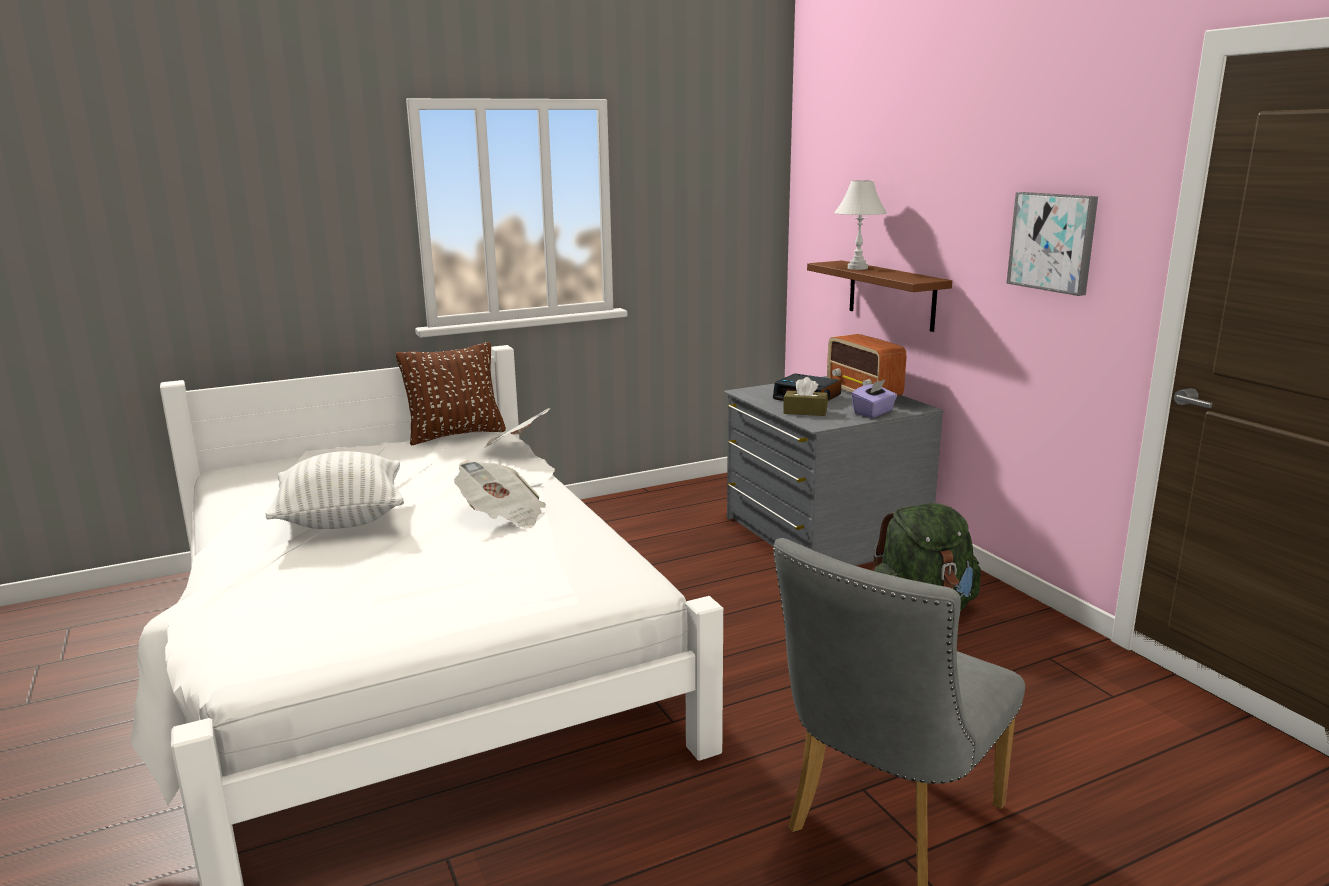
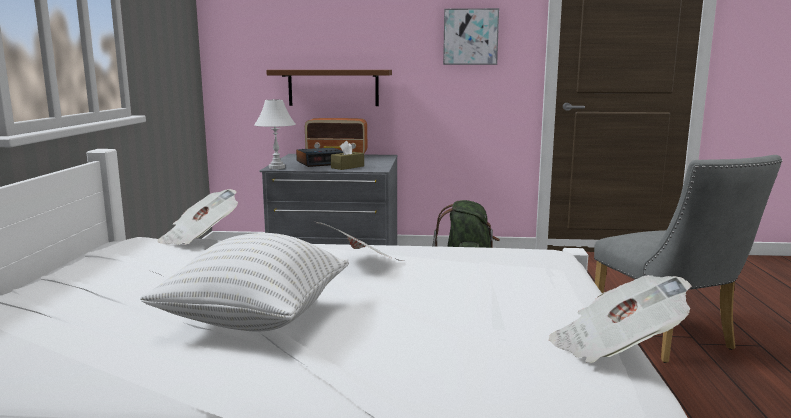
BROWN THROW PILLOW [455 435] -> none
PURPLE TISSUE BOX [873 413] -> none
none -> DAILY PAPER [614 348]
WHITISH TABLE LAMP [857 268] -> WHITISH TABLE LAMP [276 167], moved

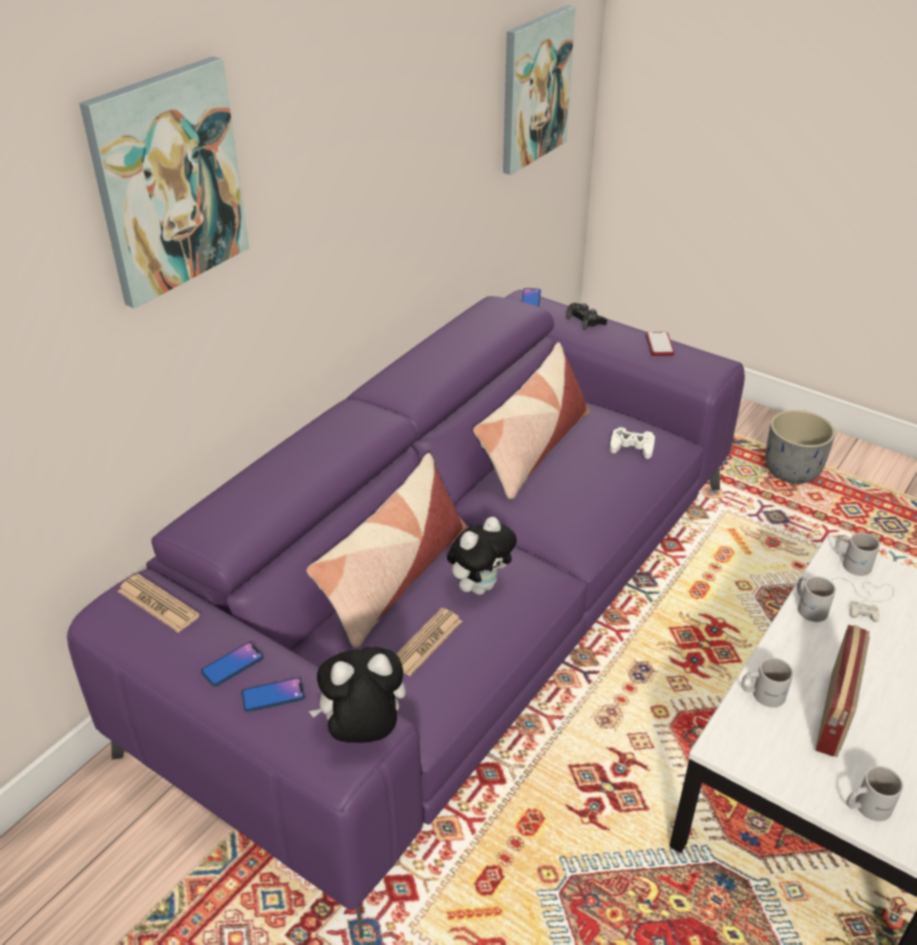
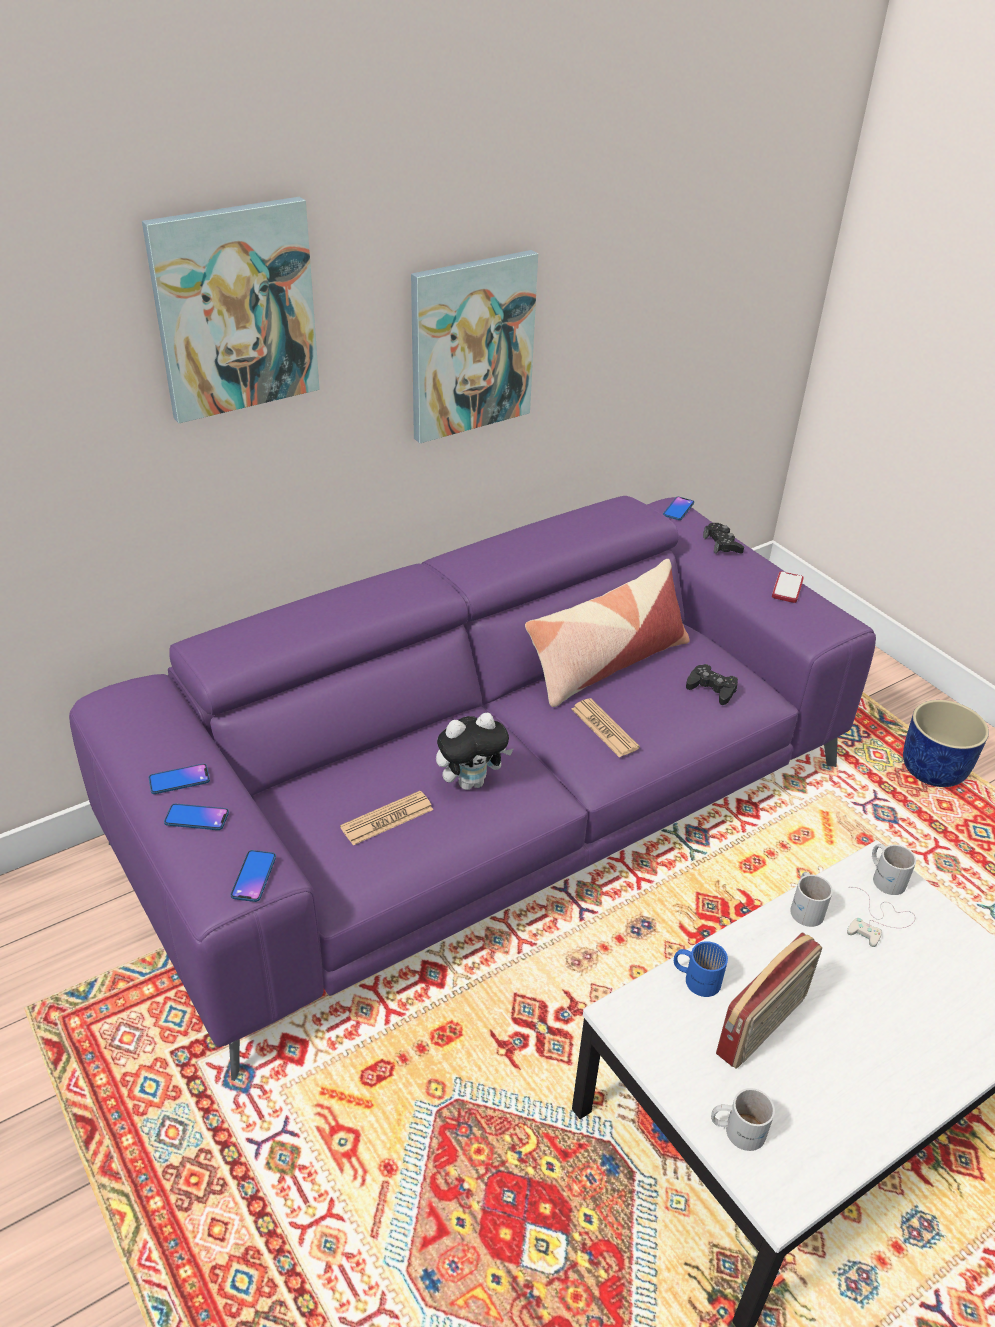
THROW PILLOW [394 579] -> none
DAILY PAPER [158 604] -> DAILY PAPER [604 728], moved
WALL PICTURE [534 89] -> WALL PICTURE [471 346], moved
SOFT TOY [363 732] -> HANDSET [254 876]
WHITISH GAME CONTROLLER [632 447] -> BLACK-COLOURED GAME CONTROLLER [711 689]
WHITISH COFFEE MUG [762 693] -> BLUE-COLOURED COFFEE MUG [696 977]
GRAY PLANTER [792 471] -> BLUE-COLOURED PLANTER [934 770]

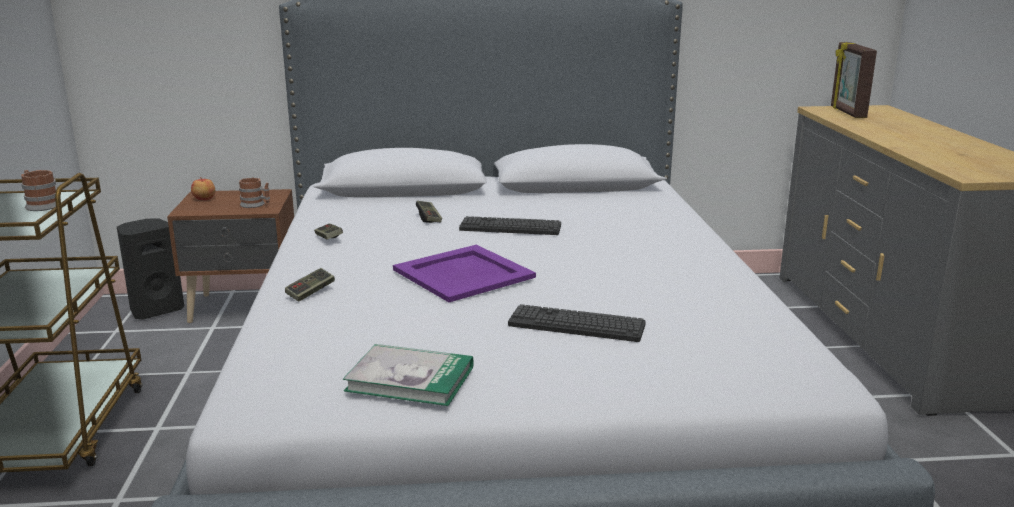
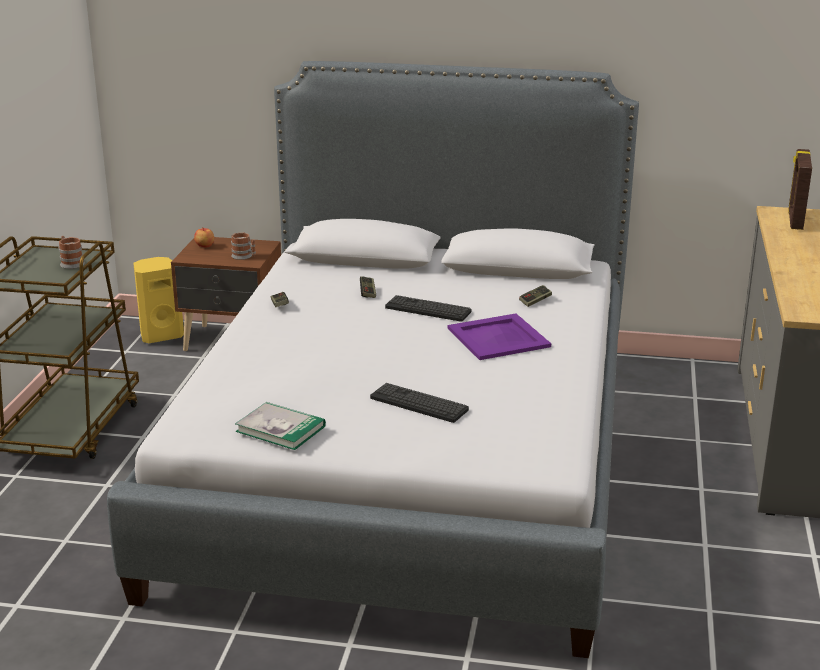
GAME CONTROLLER [310 292] -> GAME CONTROLLER [535 301], moved
PURPLE SERVING TRAY [465 273] -> PURPLE SERVING TRAY [499 338], moved
BLACK-COLOURED SPEAKER [155 310] -> YELLOW SPEAKER [160 335]

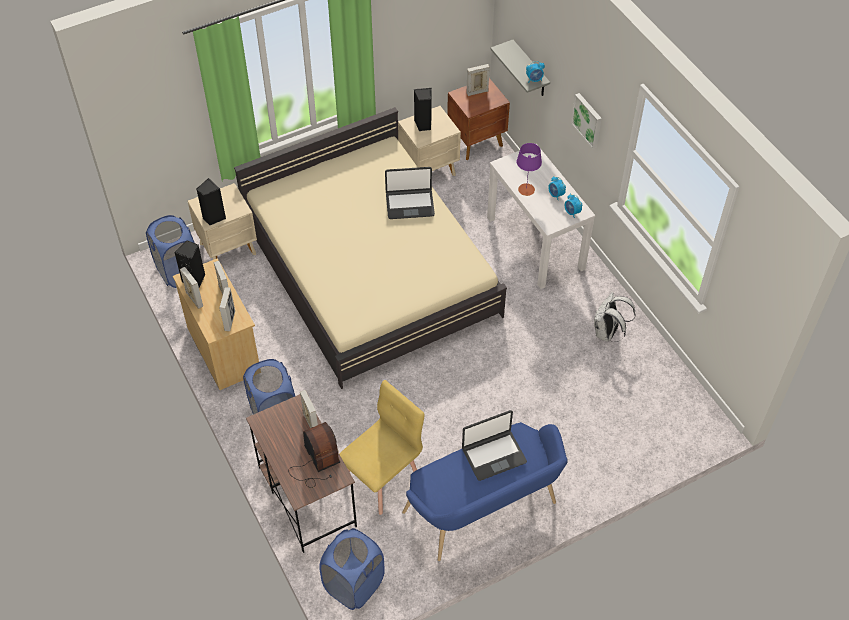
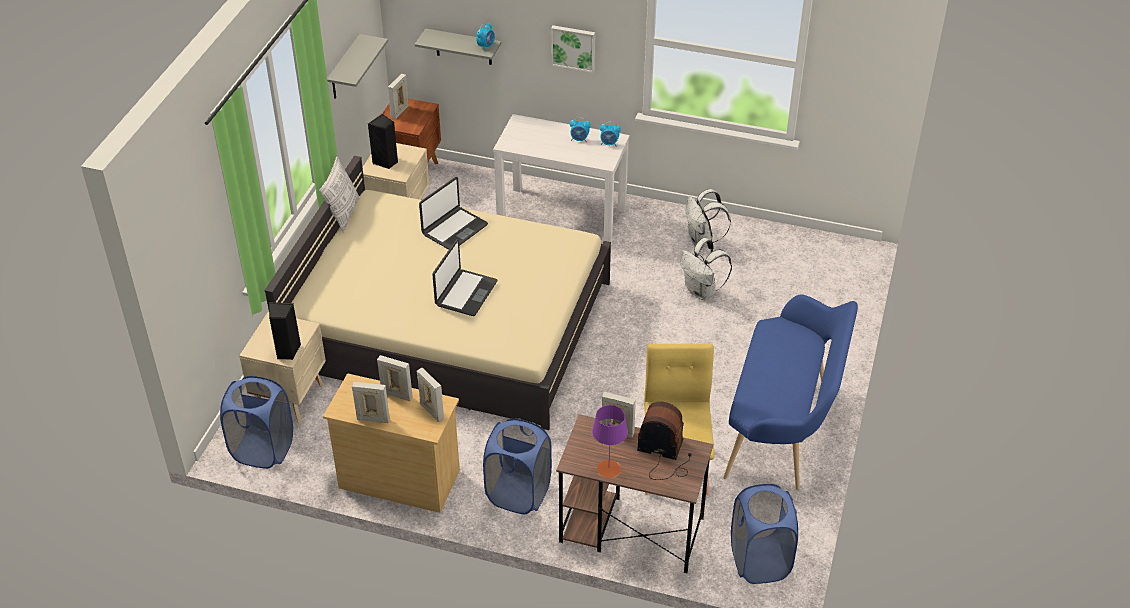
BLACK-COLOURED SPEAKER [195 279] -> none
none -> THROW PILLOW [343 214]
none -> GRAY BRACKET SHELF [344 69]
none -> WHITISH BACKPACK [702 291]
LAPTOP [493 455] -> LAPTOP [465 293], moved
PURPLE TABLE LAMP [526 189] -> PURPLE TABLE LAMP [608 469], moved

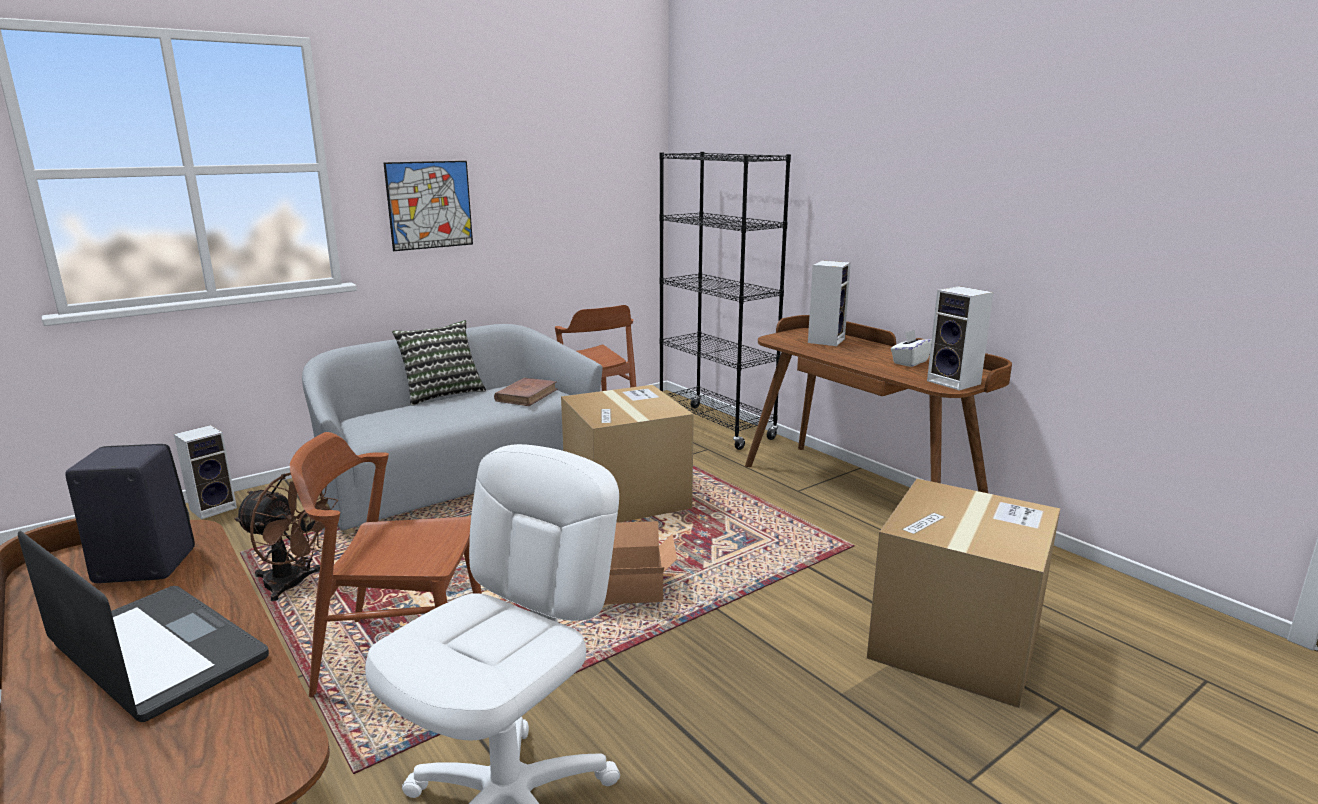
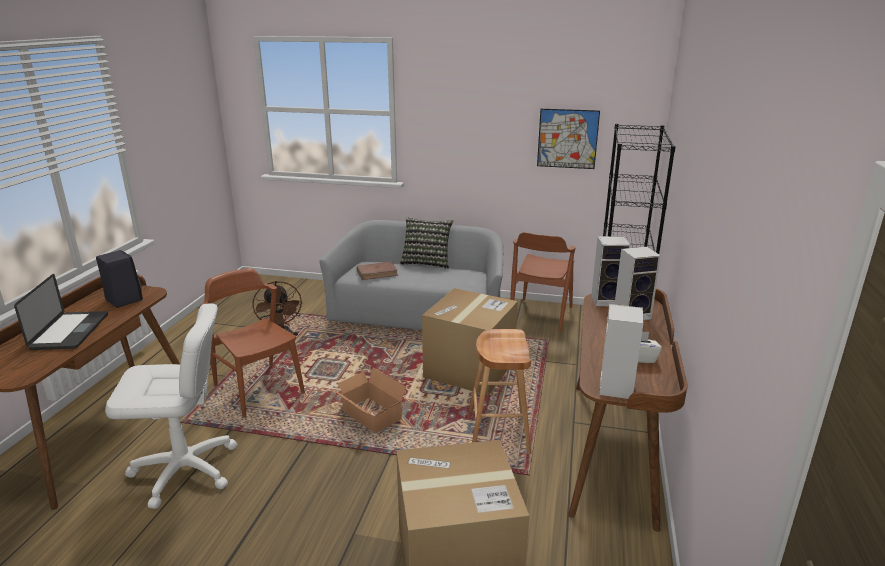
none -> BROWN SITTING STOOL [498 432]
SPEAKER [214 508] -> SPEAKER [607 300], moved
WALL PICTURE [429 205] -> WALL PICTURE [567 138], moved
BROWN BOOK [526 395] -> BROWN BOOK [377 273], moved

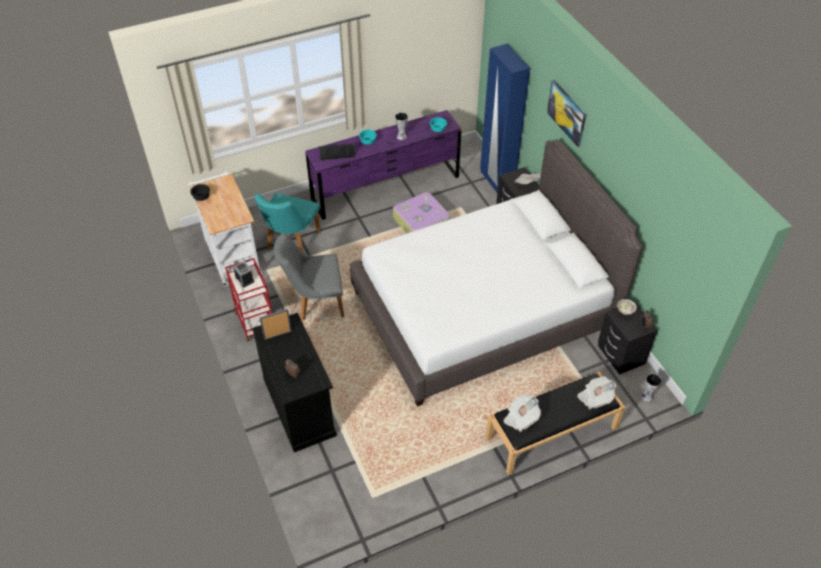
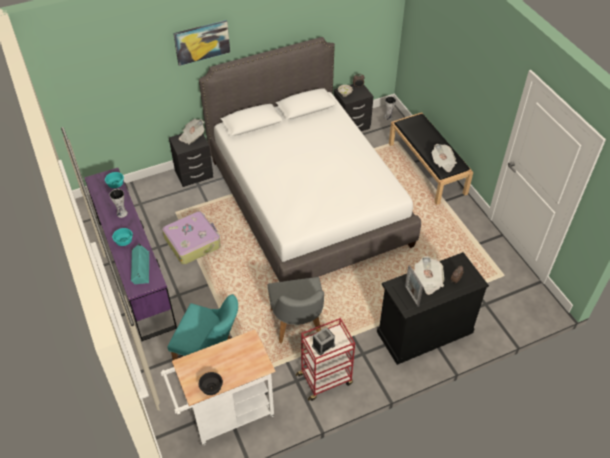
BLUE-COLOURED ARMOIRE [496 182] -> none
DAILY PAPER [595 397] -> DAILY PAPER [428 281], moved
BLACK-COLOURED SPEAKER [337 153] -> BLUE-GREEN SPEAKER [140 268]

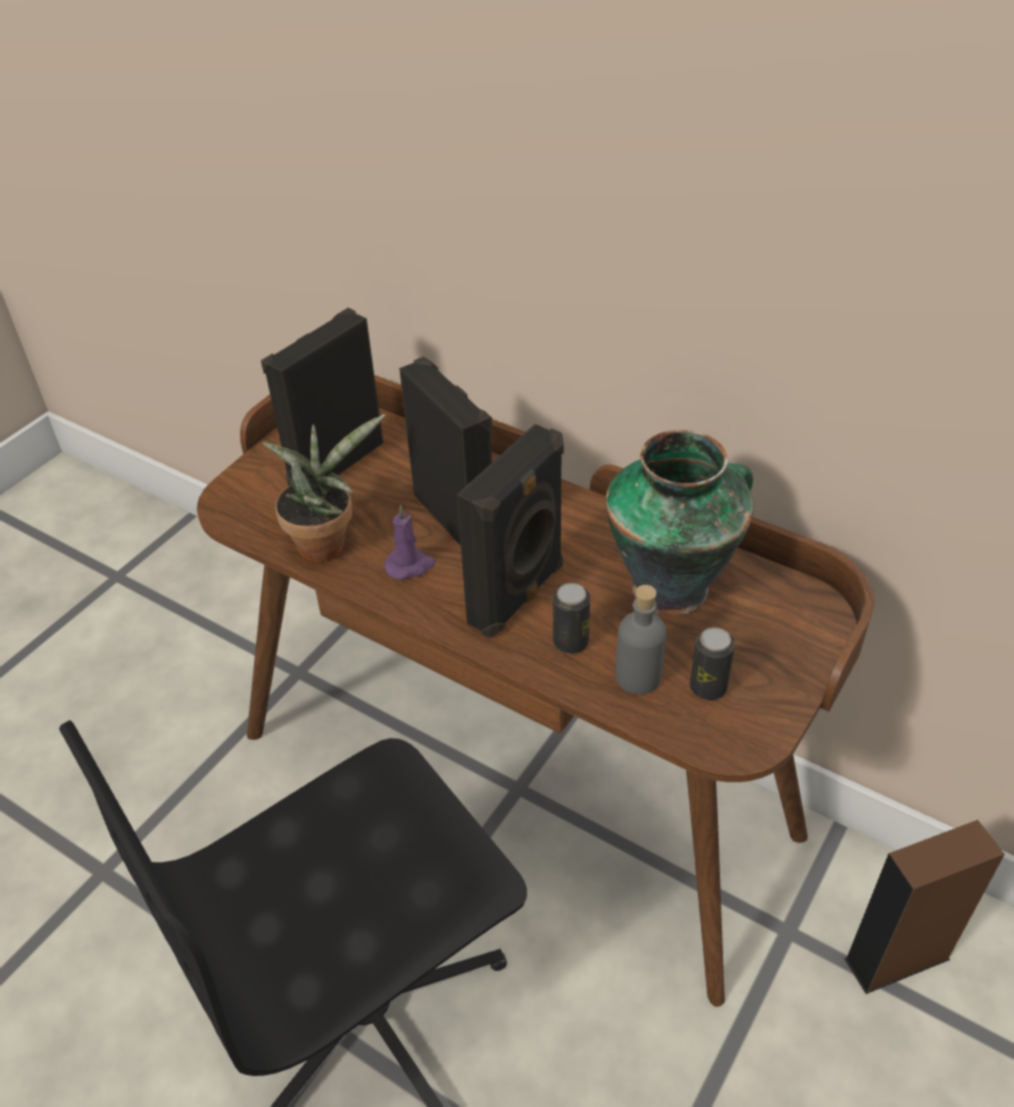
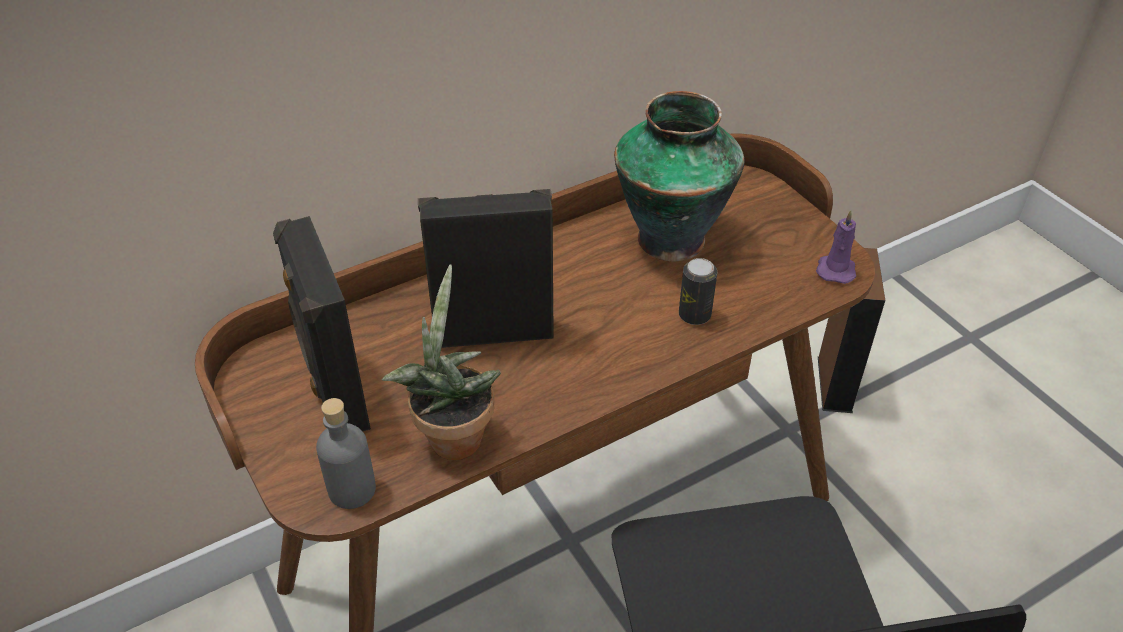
BLACK-COLOURED SPEAKER [518 596] -> none
SEALED CAN [708 687] -> none
PURPLE WAX LIGHT [410 565] -> PURPLE WAX LIGHT [835 269], moved
GRAY DRINK BOTTLE [638 676] -> GRAY DRINK BOTTLE [352 489], moved

